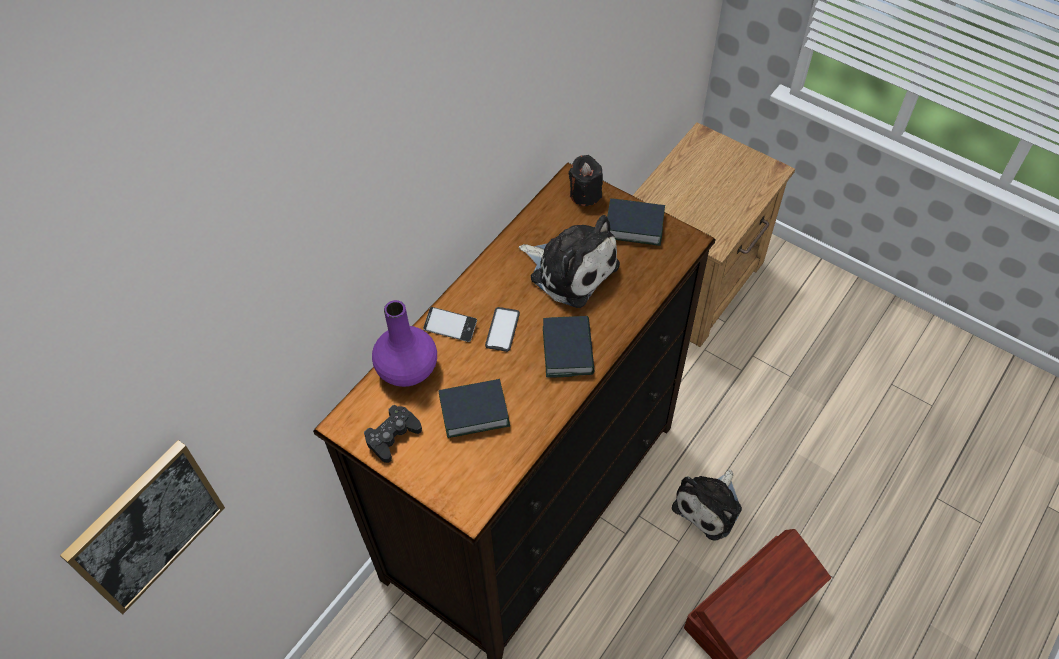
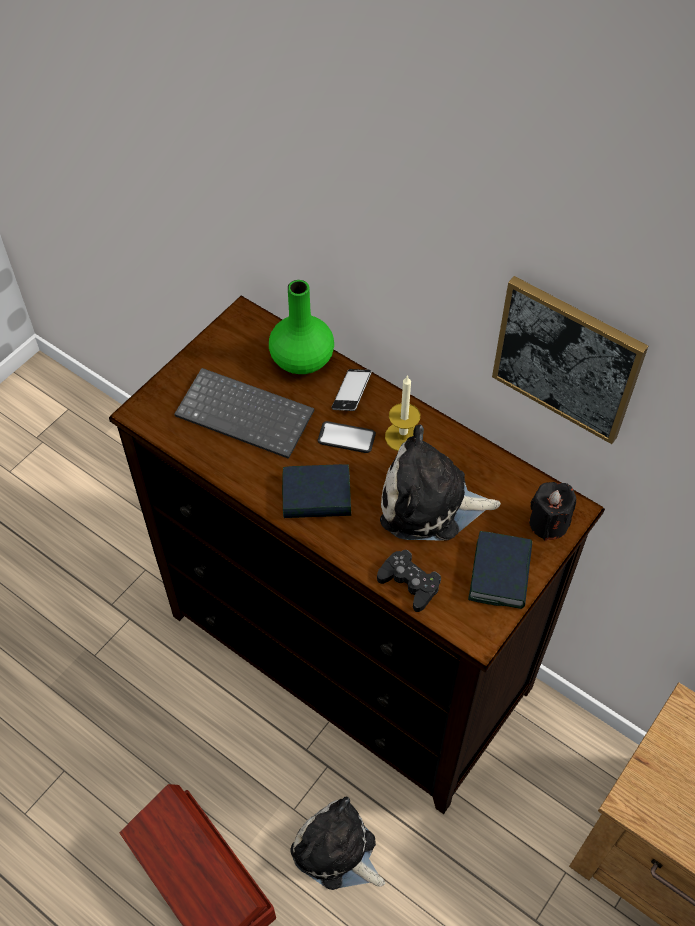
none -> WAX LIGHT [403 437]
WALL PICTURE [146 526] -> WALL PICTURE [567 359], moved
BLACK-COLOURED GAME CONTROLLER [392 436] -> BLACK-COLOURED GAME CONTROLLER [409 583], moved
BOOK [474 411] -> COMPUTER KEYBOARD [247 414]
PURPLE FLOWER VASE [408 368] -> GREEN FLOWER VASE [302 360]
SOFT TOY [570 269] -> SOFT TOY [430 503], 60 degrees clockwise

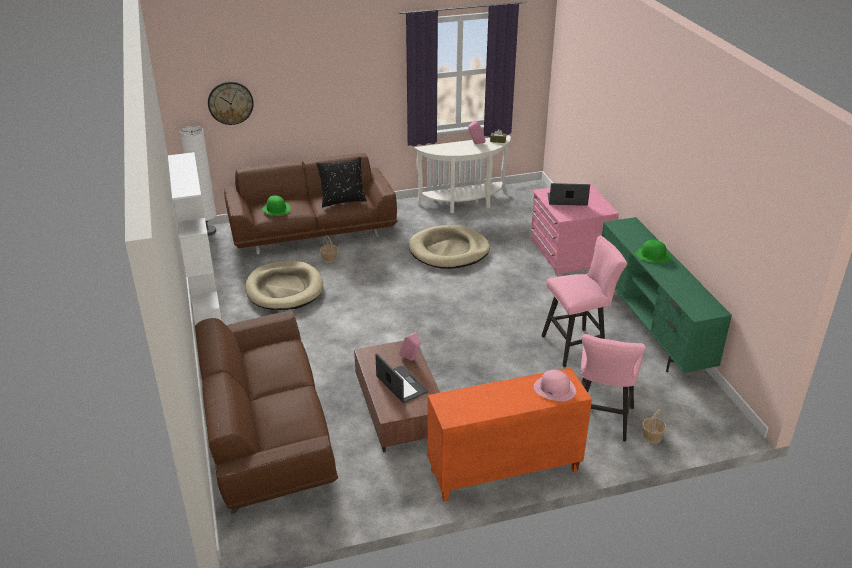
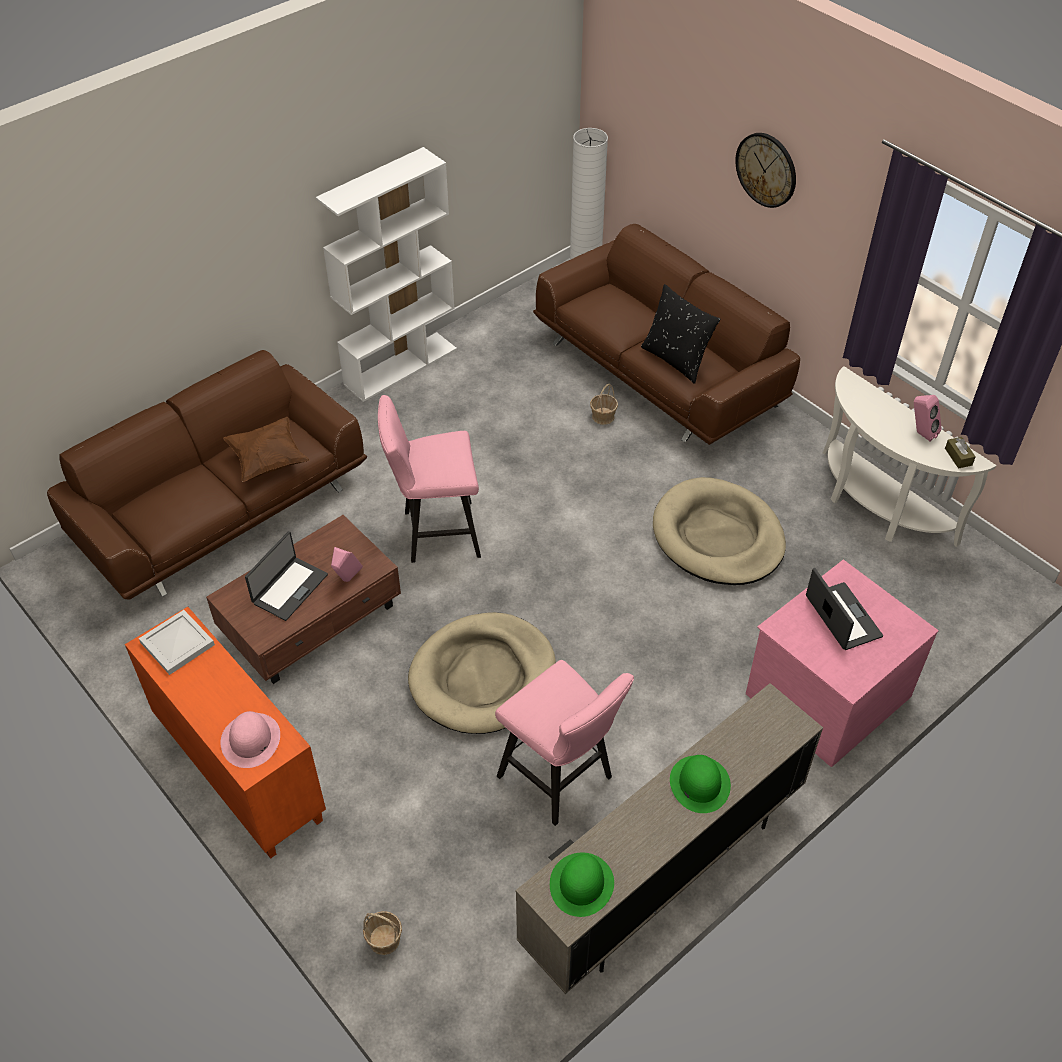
none -> WHITISH SERVING TRAY [178 644]
none -> BROWN THROW PILLOW [268 460]
HANGING CLOCK [230 103] -> HANGING CLOCK [766 169], moved
BEIGE-COLOURED DOG CUSHION [284 289] -> BEIGE-COLOURED DOG CUSHION [483 676], moved
GREEN WEARABLE HAT [276 209] -> GREEN WEARABLE HAT [581 884], moved
PINKISH SITTING STOOL [601 422] -> PINKISH SITTING STOOL [435 533], moved
GREEN TV STAND [651 331] -> BEIGE-COLOURED TV STAND [662 877]

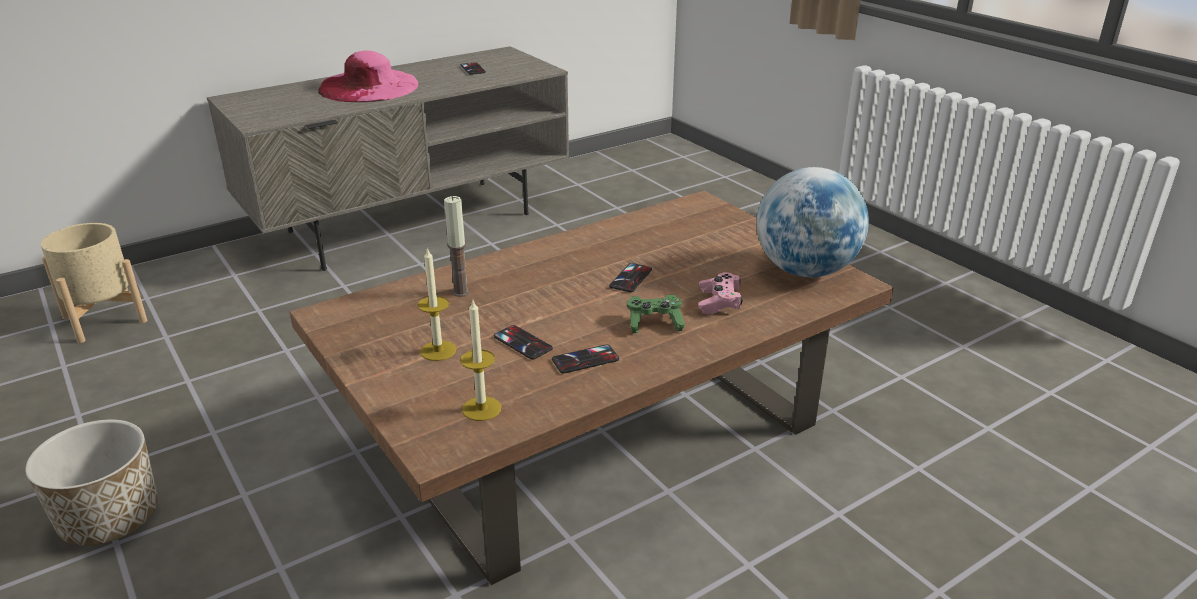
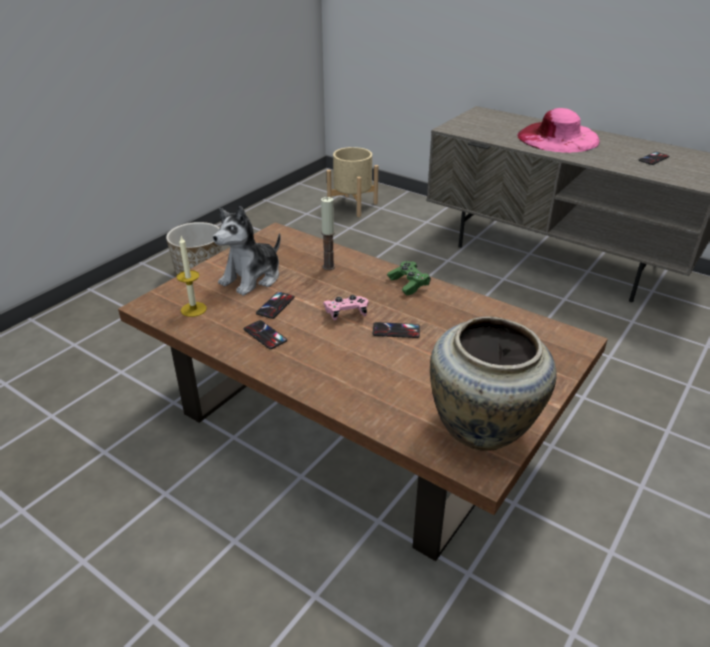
GREEN GAME CONTROLLER [654 323] -> GREEN GAME CONTROLLER [408 284], moved
PINKISH GAME CONTROLLER [719 302] -> PINKISH GAME CONTROLLER [346 313], moved
WAX LIGHT [438 351] -> SOFT TOY [252 278]
GLOBE [805 271] -> BEIGE-COLOURED FLOWER VASE [482 429]

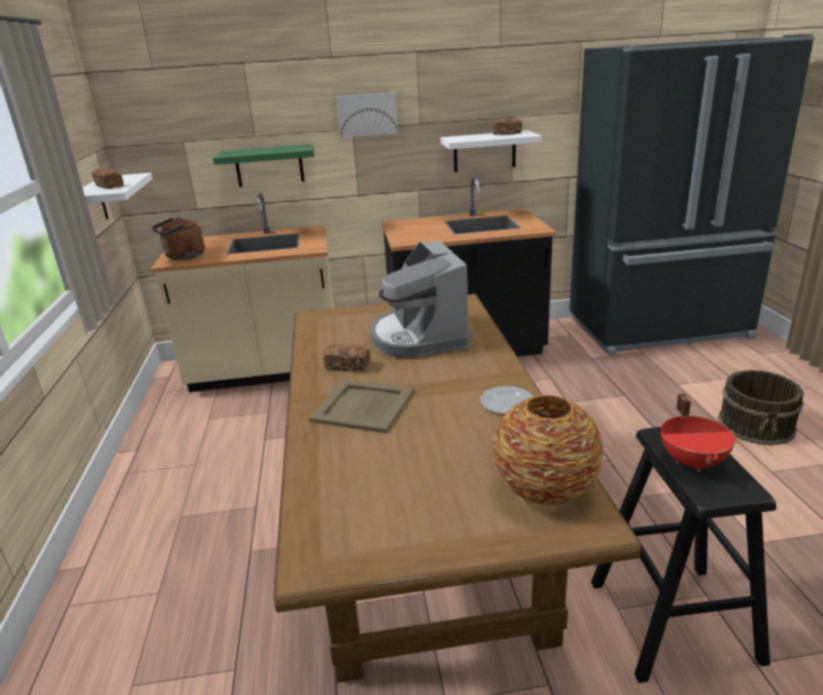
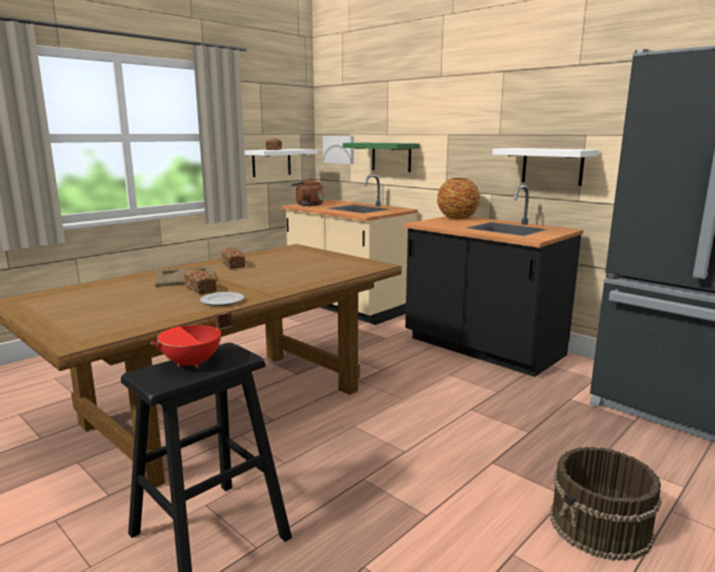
COFFEE MACHINE [419 337] -> none
WALL PICTURE [367 114] -> WALL PICTURE [339 149], moved
BREAD [507 133] -> BREAD [200 289], moved
FLOWER VASE [544 489] -> FLOWER VASE [457 218], moved

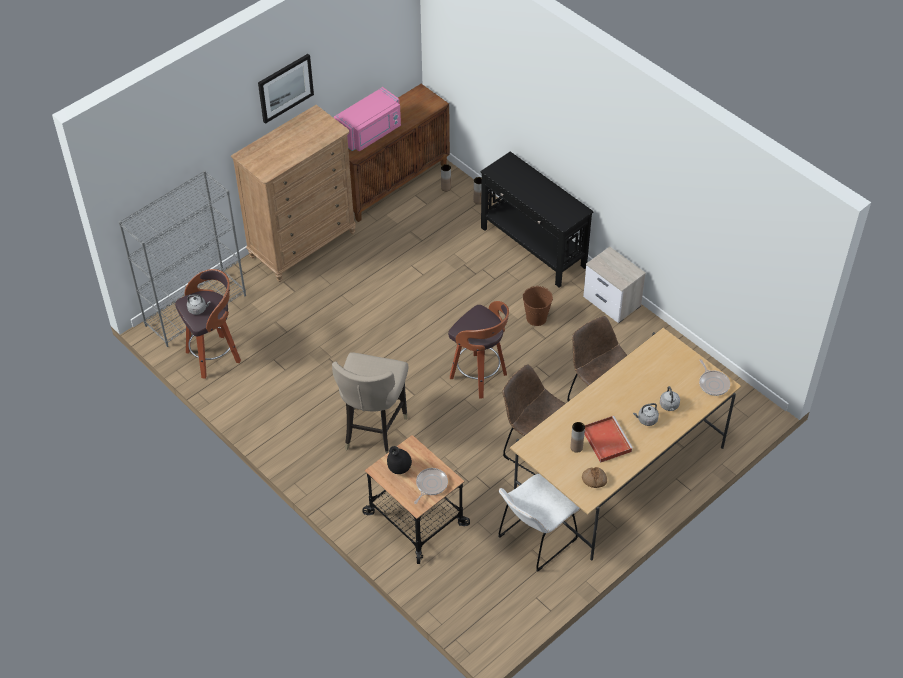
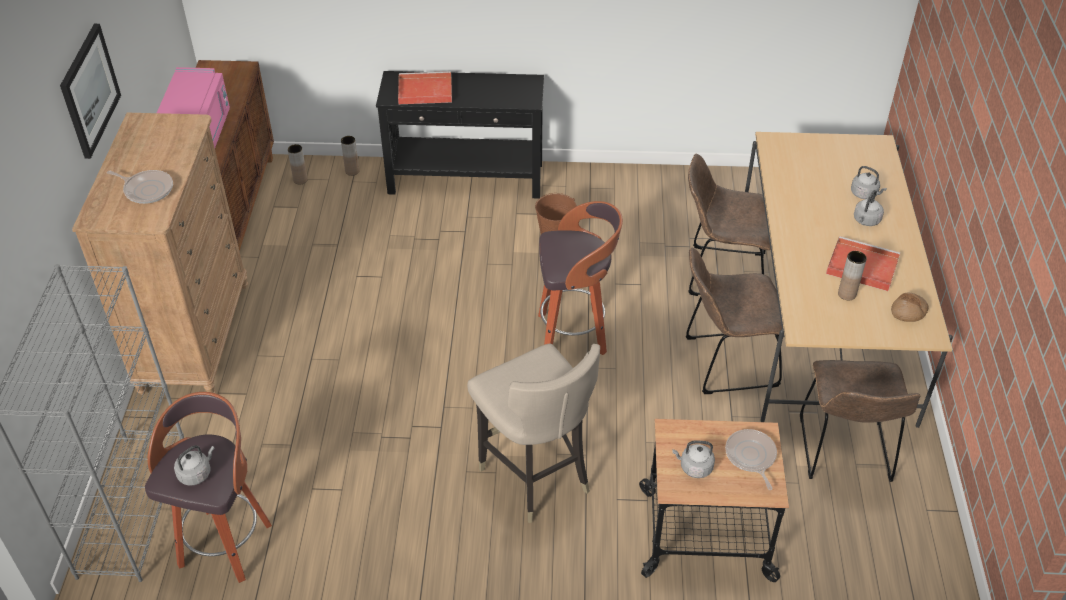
NIGHTSTAND [612 302] -> none
none -> RED-COLOURED SERVING TRAY [424 91]
SKILLET [713 383] -> SKILLET [147 189], moved
BLACK-COLOURED FLOWER VASE [399 469] -> GRAY TEA KETTLE [694 467]
WHITISH PLAIN CHAIR [534 540] -> BROWN PLAIN CHAIR [845 453]

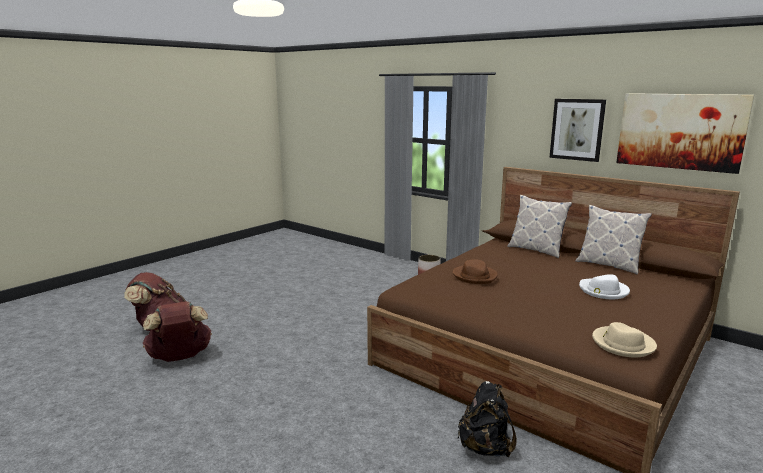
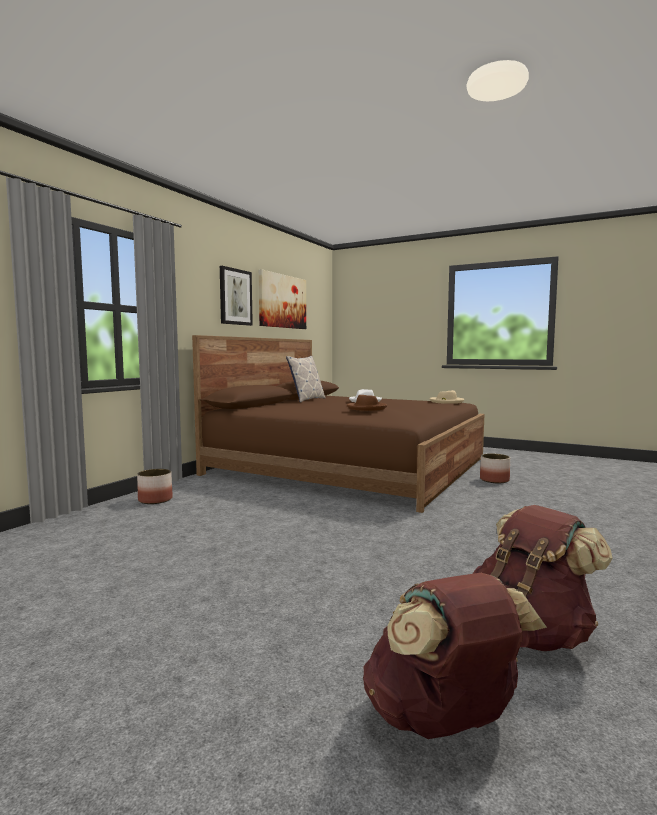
THROW PILLOW [536 250] -> none
BLACK-COLOURED BACKPACK [485 447] -> PLANTER [494 480]

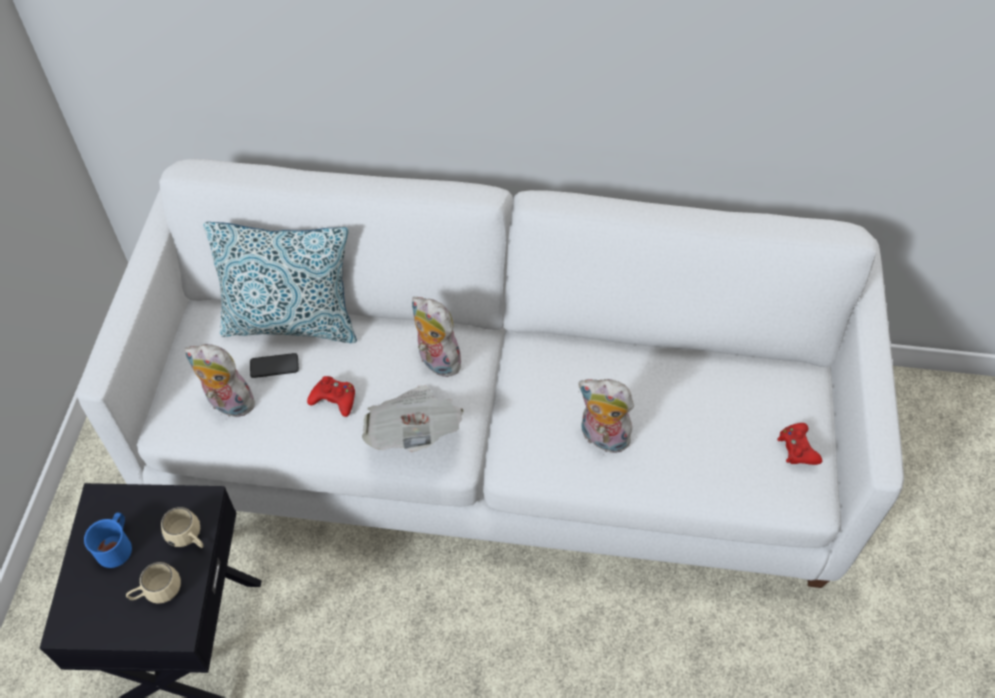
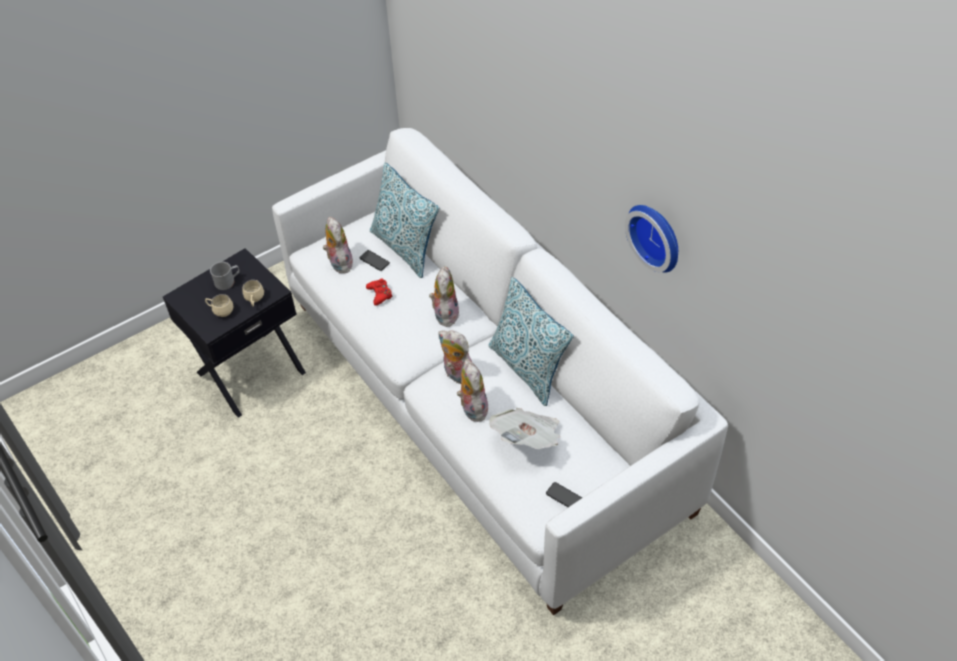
none -> SOFT TOY [456 375]
none -> THROW PILLOW [527 369]
none -> HANGING CLOCK [657 235]
DAILY PAPER [413 432] -> DAILY PAPER [528 438], moved
RED-COLOURED GAME CONTROLLER [797 448] -> HANDSET [564 496]
BLUE-COLOURED COFFEE MUG [116 545] -> GRAY COFFEE MUG [228 281]

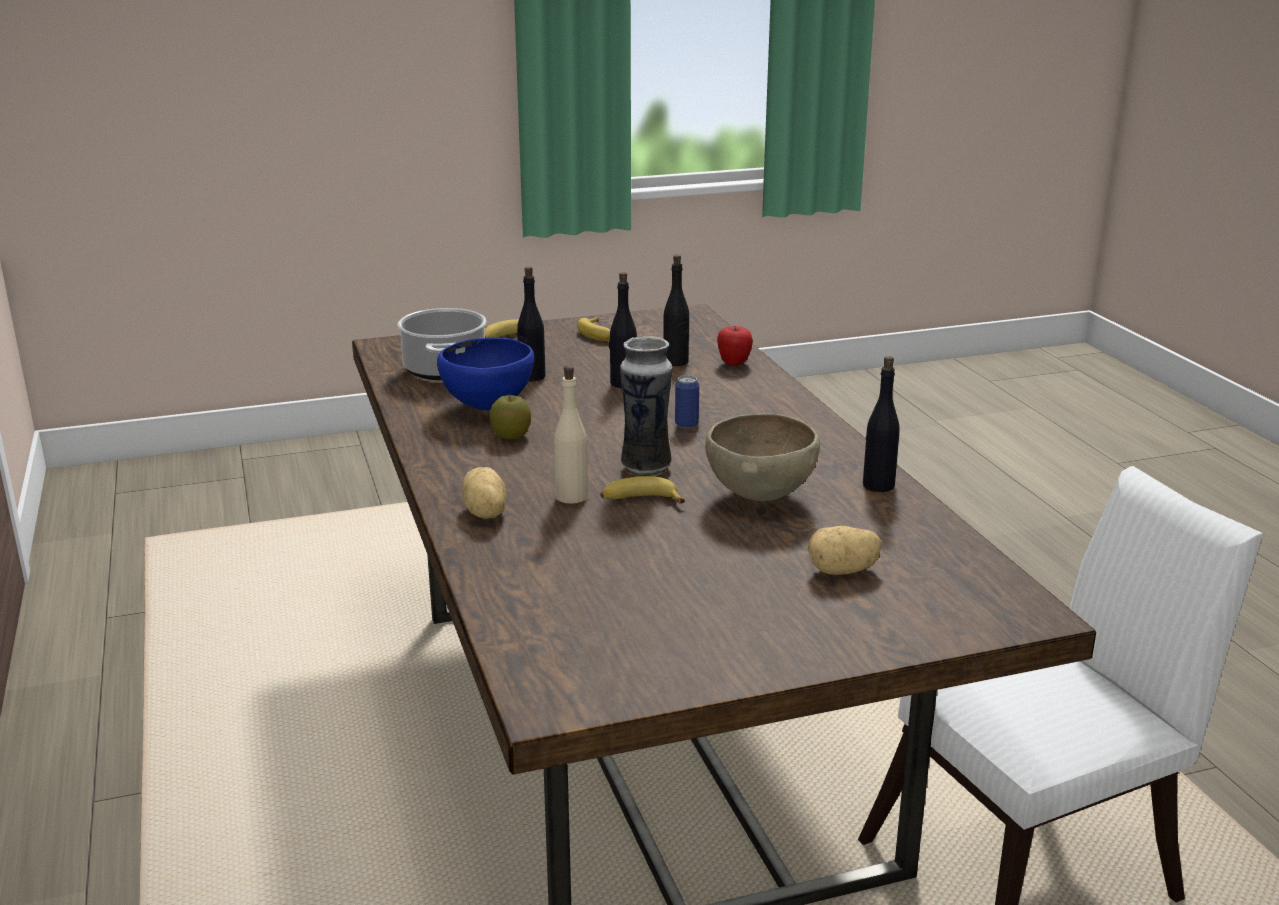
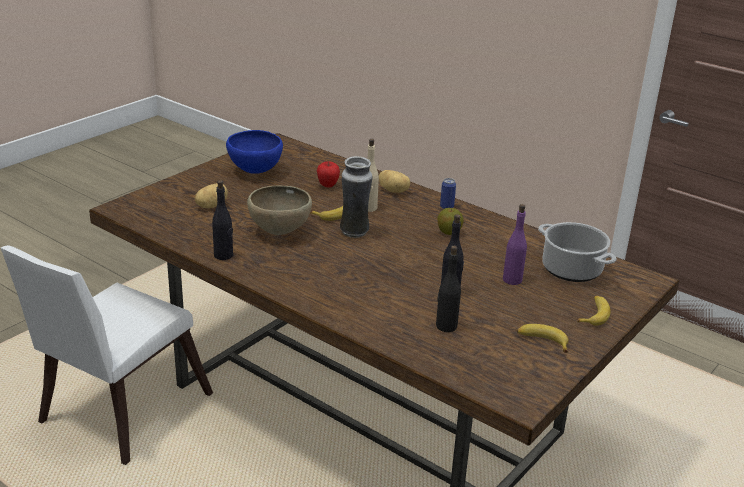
BLUE-COLOURED SERVING BOWL [489 407] -> BLUE-COLOURED SERVING BOWL [254 172], moved
SEALED CAN [686 424] -> SEALED CAN [446 207], moved
APPLE FRUIT [734 363] -> APPLE FRUIT [328 185], moved
BLACK-COLOURED DRINK BOTTLE [532 377] -> PURPLE DRINK BOTTLE [512 280]

